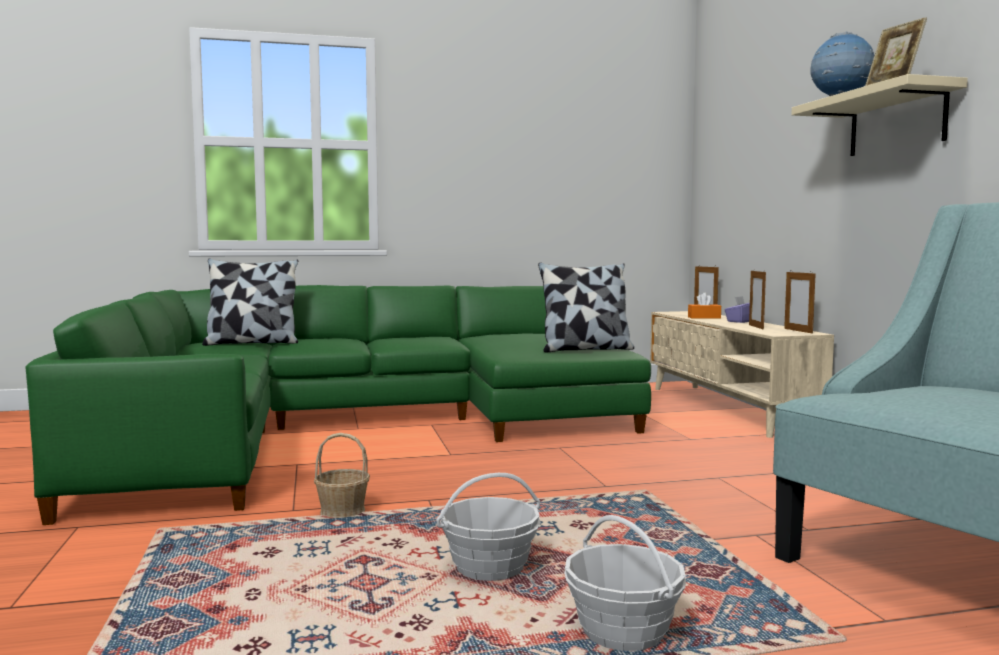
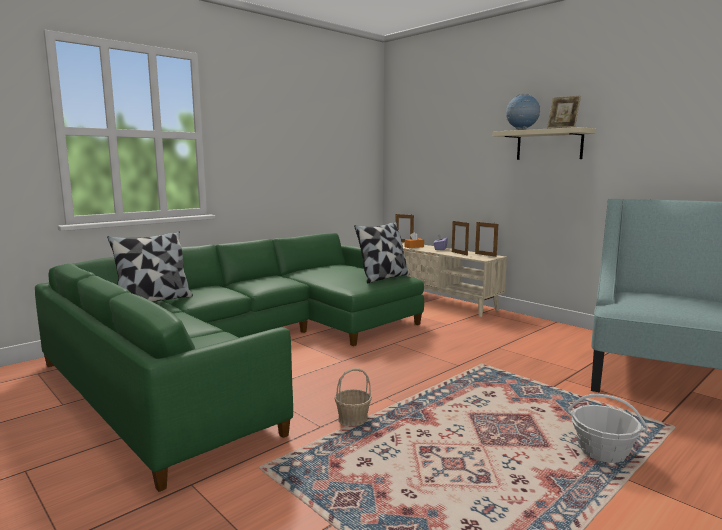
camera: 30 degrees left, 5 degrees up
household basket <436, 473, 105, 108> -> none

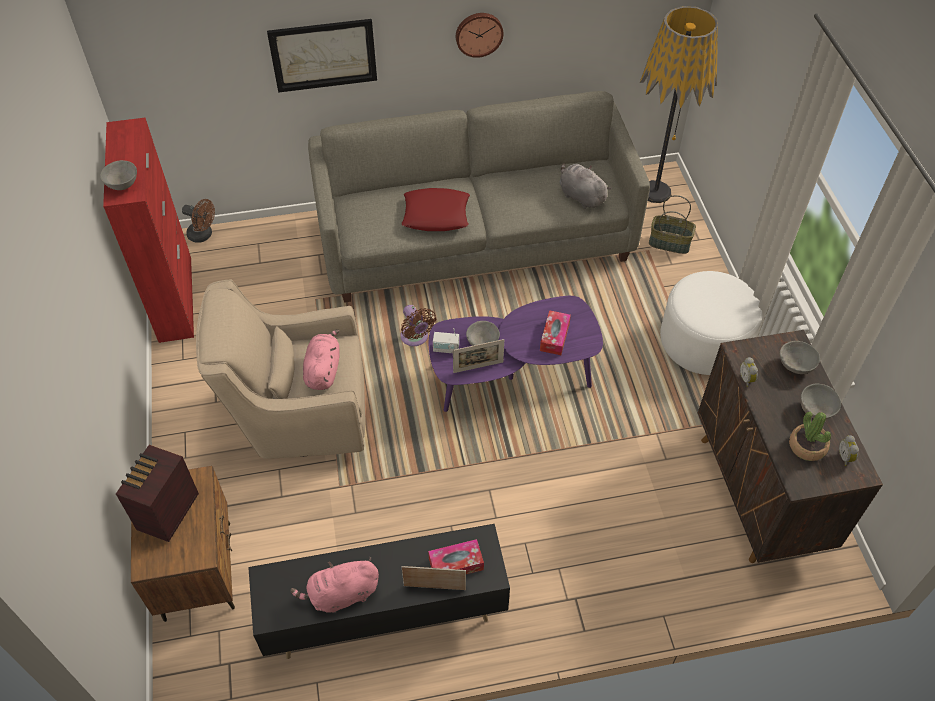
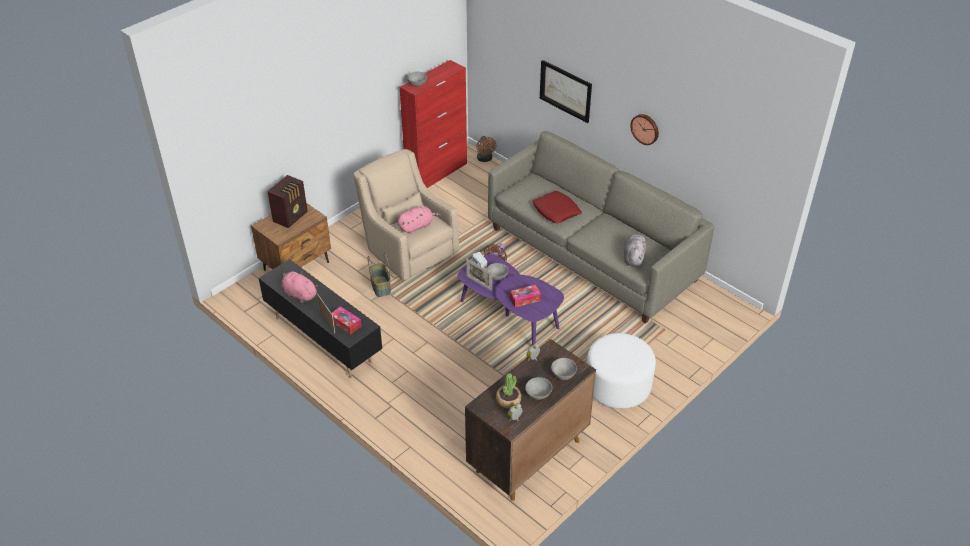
camera: 55 degrees right, 10 degrees down
standard lamp <640, 6, 78, 197> -> none
household basket <649, 195, 47, 59> -> household basket <368, 253, 23, 44>, move
radio receiver <116, 445, 83, 97> -> radio receiver <267, 175, 41, 53>, 135 degrees clockwise

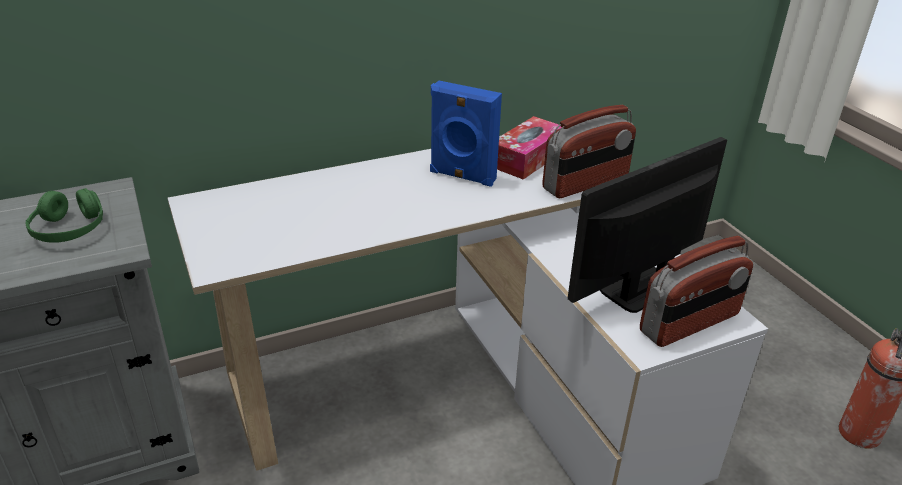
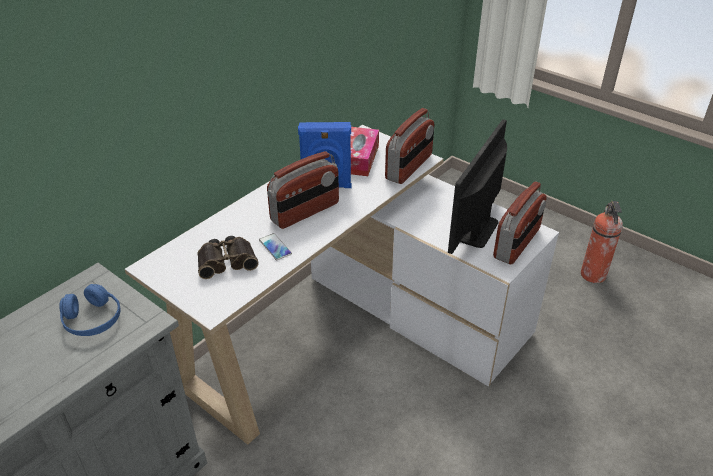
camera: 25 degrees left, 5 degrees up
none -> binoculars <197, 236, 62, 43>
none -> telephone <259, 233, 33, 27>
none -> radio receiver <267, 151, 72, 78>
green headphones <25, 188, 78, 55> -> bluish headphones <59, 284, 61, 52>

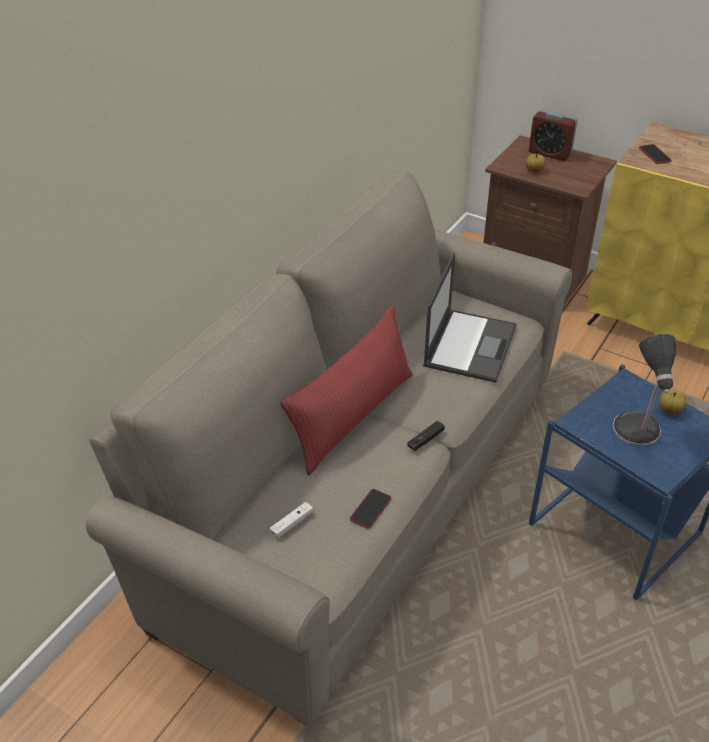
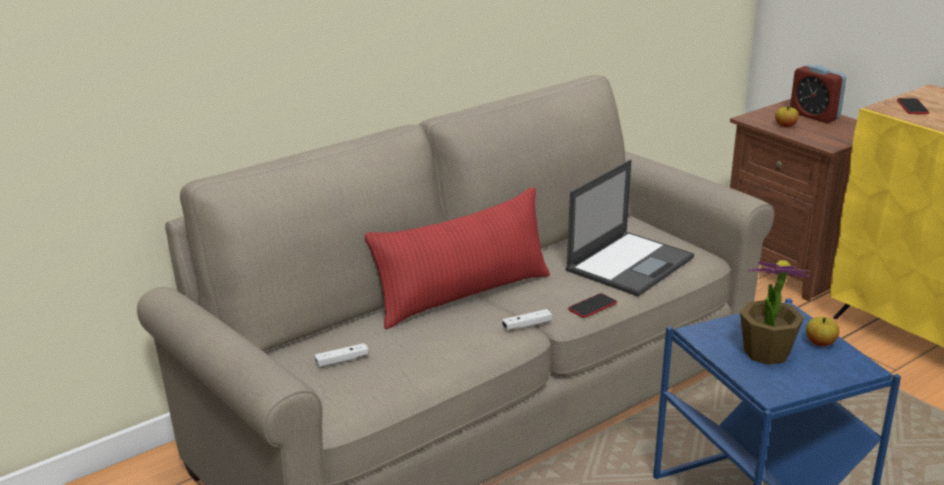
camera: 20 degrees right, 15 degrees down
telephone <350, 489, 41, 40> -> telephone <568, 293, 49, 25>, move
tabletop lamp <612, 334, 64, 112> -> plant in a pot <740, 260, 70, 105>
black-coloured joypad <407, 421, 38, 30> -> whitish joypad <502, 309, 50, 21>

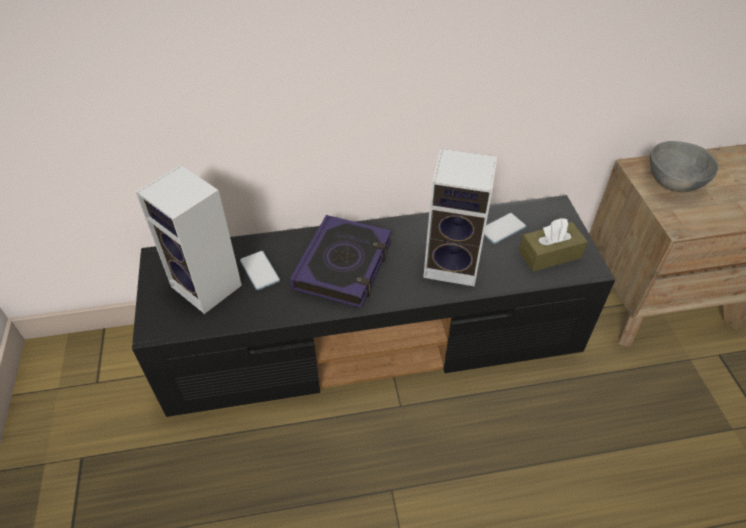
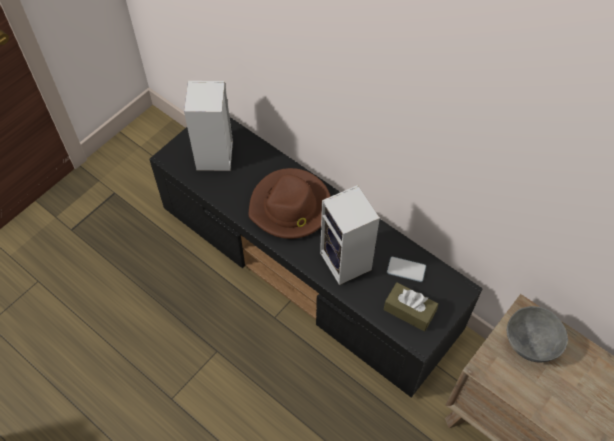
camera: 50 degrees right, 10 degrees up
telephone <240, 251, 40, 39> -> none
volume <291, 215, 101, 93> -> brownish wearable hat <248, 168, 83, 71>

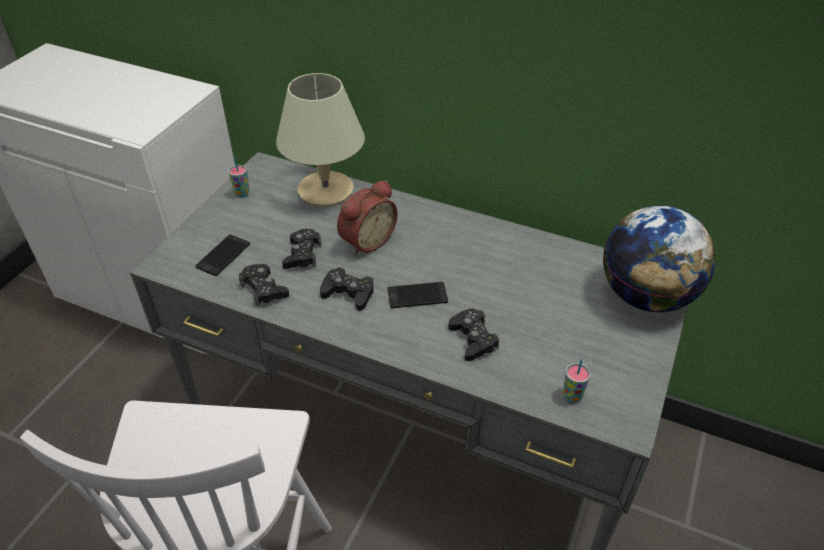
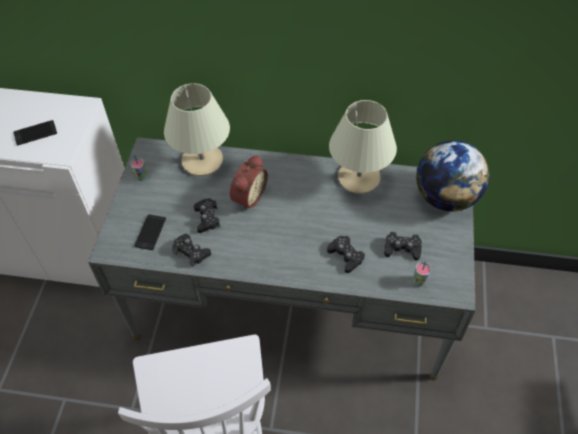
camera: 15 degrees left, 10 degrees up
none -> beige-coloured tabletop lamp <329, 100, 68, 94>
black-coloured joypad <320, 267, 54, 44> -> black-coloured joypad <384, 232, 38, 29>, move
telephone <388, 282, 60, 26> -> telephone <14, 120, 43, 26>, move

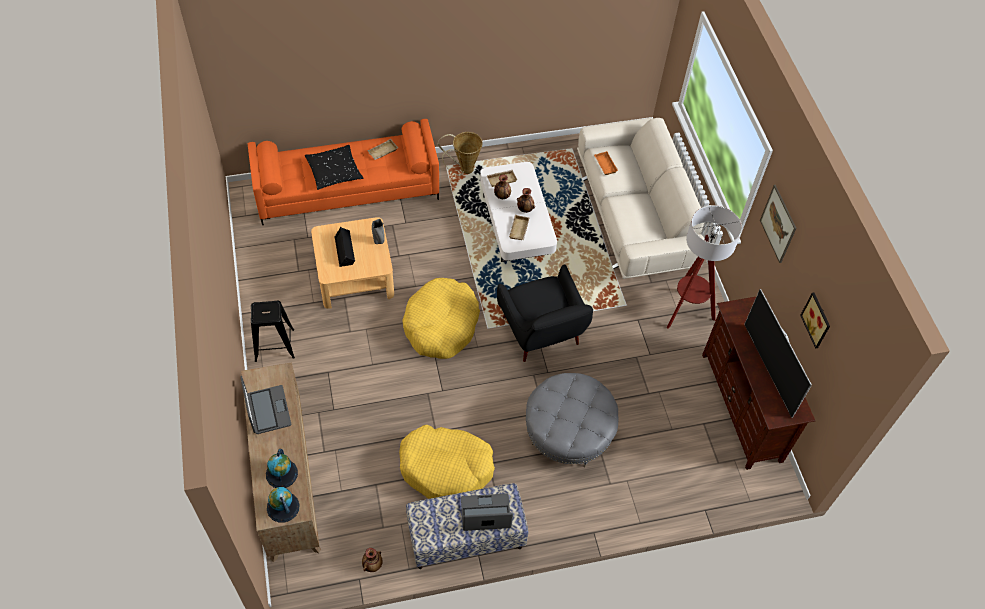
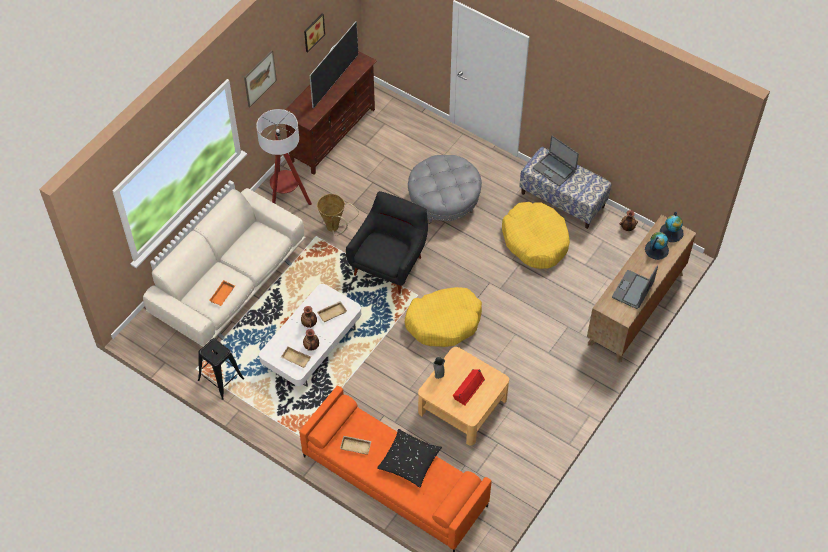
camera: 130 degrees left, 0 degrees up
black-coloured stool <251, 301, 44, 61> -> black-coloured stool <198, 338, 46, 62>, move
household basket <438, 132, 45, 44> -> household basket <317, 194, 42, 42>, move
black-coloured loudspeaker <334, 227, 21, 40> -> reddish loudspeaker <452, 369, 33, 37>

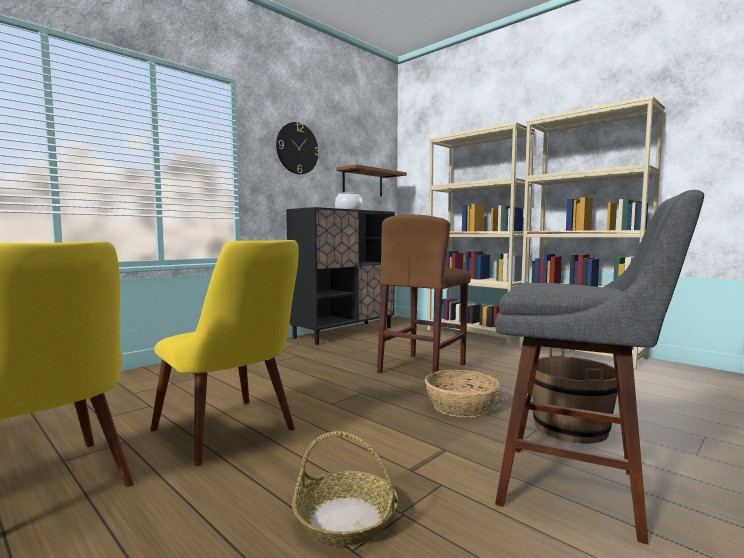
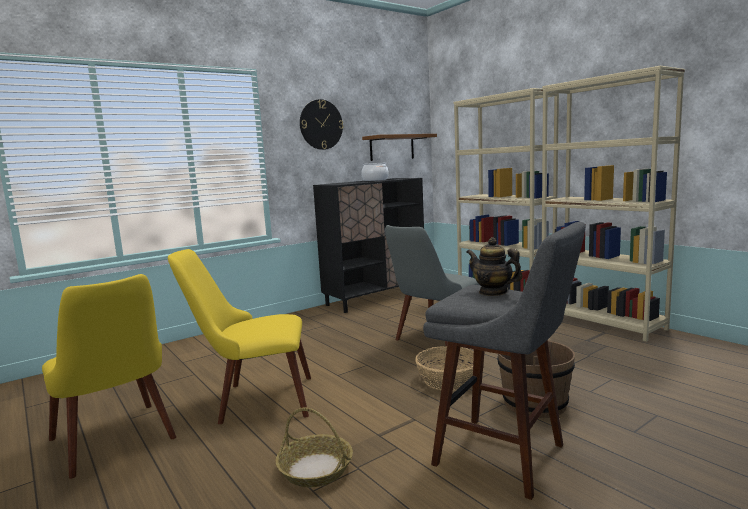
camera: 10 degrees right, 5 degrees up
none -> teapot <466, 237, 57, 59>
brownish stool <377, 214, 94, 169> -> greyish upright chair <385, 225, 95, 121>
yellow upright chair <150, 240, 149, 226> -> yellow upright chair <168, 249, 143, 175>, 120 degrees clockwise

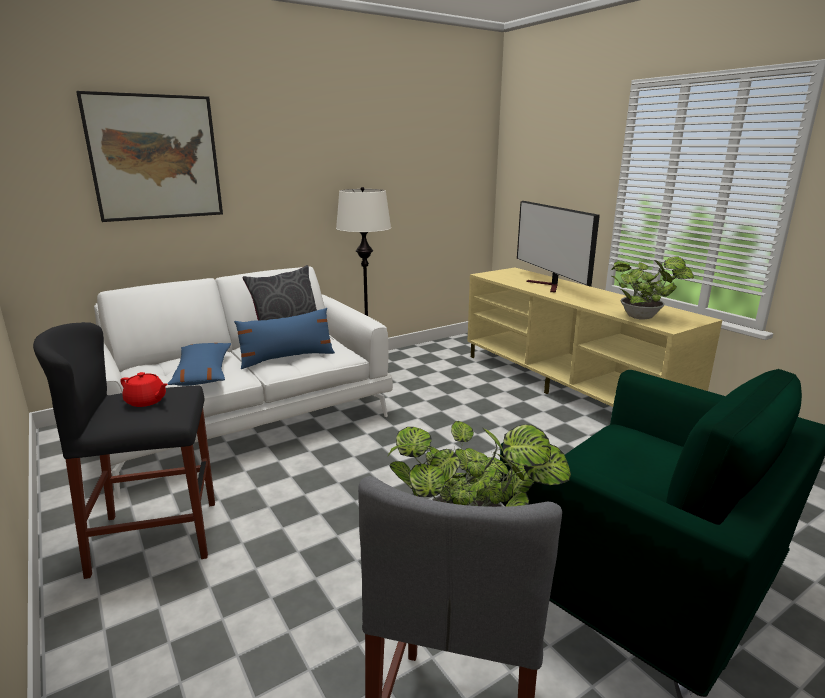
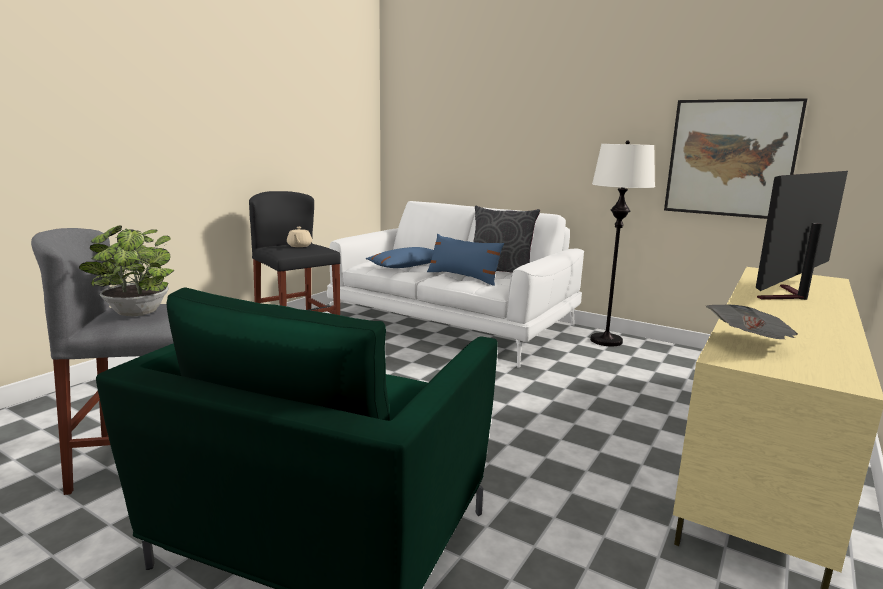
camera: 65 degrees right, 5 degrees down
wall picture <76, 91, 147, 131> -> wall picture <664, 98, 143, 121>, move
plant in a pot <611, 256, 83, 64> -> newspaper <706, 304, 92, 35>
reddish teapot <120, 372, 48, 35> -> beige-coloured teapot <287, 227, 25, 20>

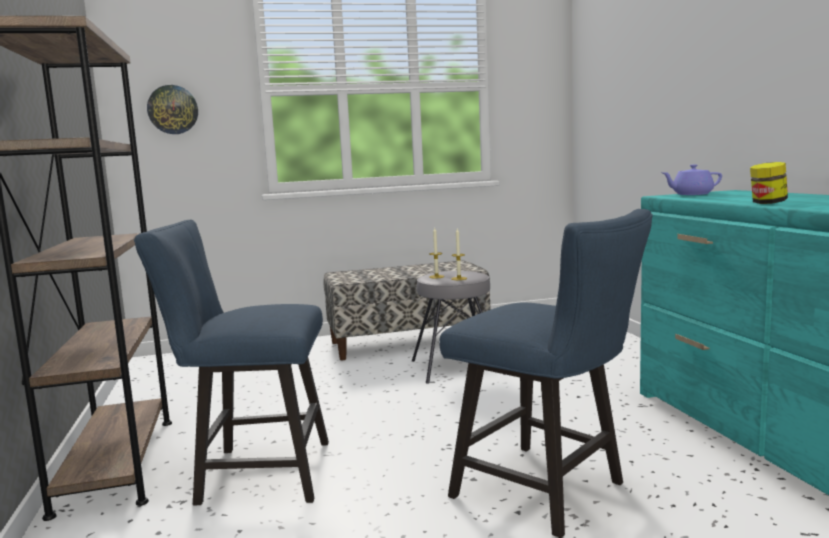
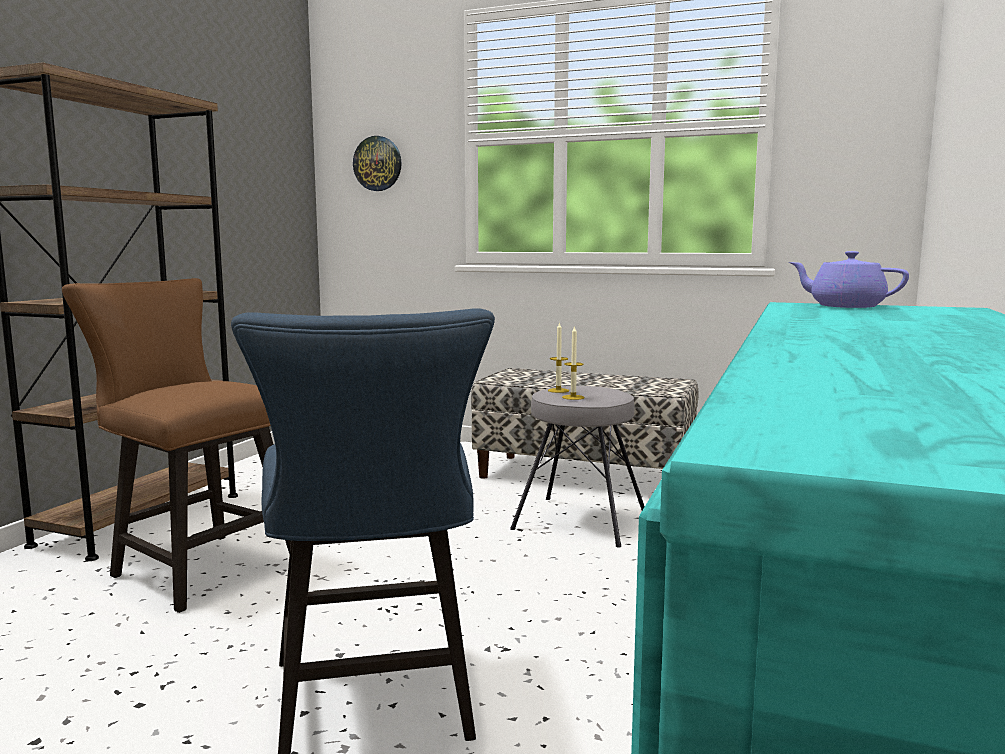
camera: 35 degrees right, 0 degrees up
storage jar <750, 162, 38, 42> -> none
bluish upright chair <134, 220, 195, 285> -> brownish upright chair <62, 278, 229, 335>

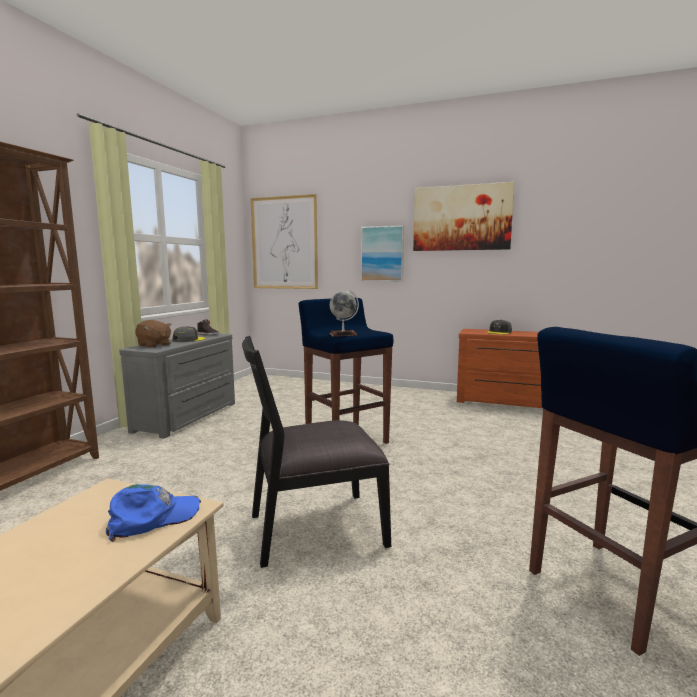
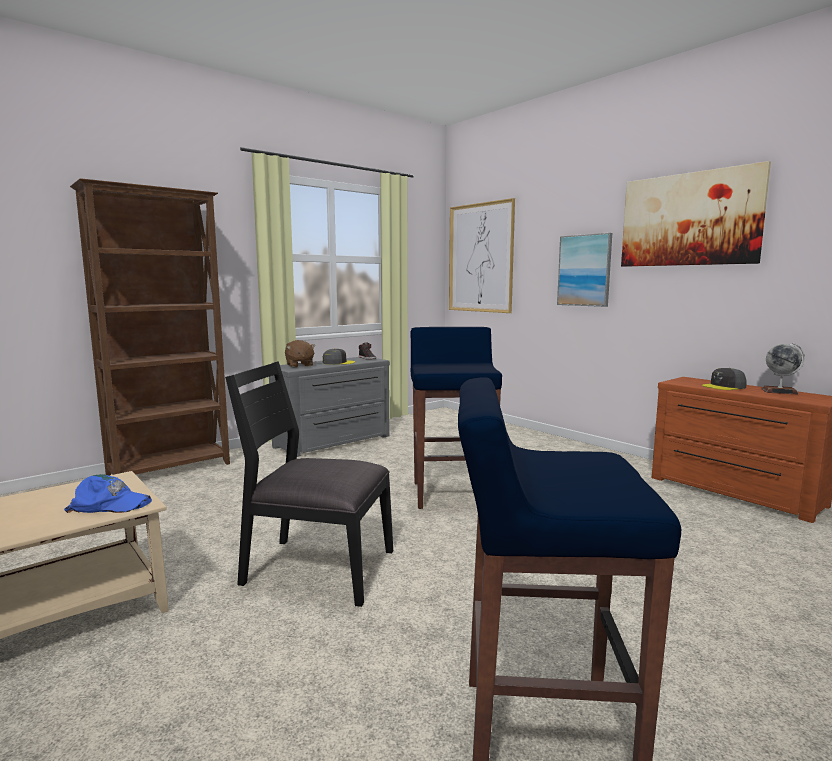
camera: 30 degrees right, 0 degrees up
globe <330, 290, 29, 47> -> globe <762, 343, 43, 52>, move

